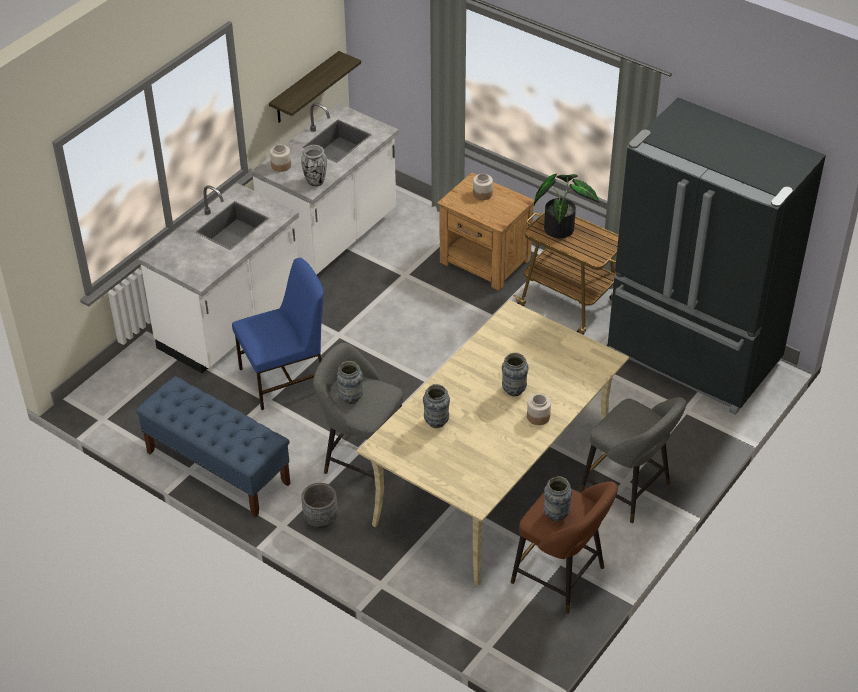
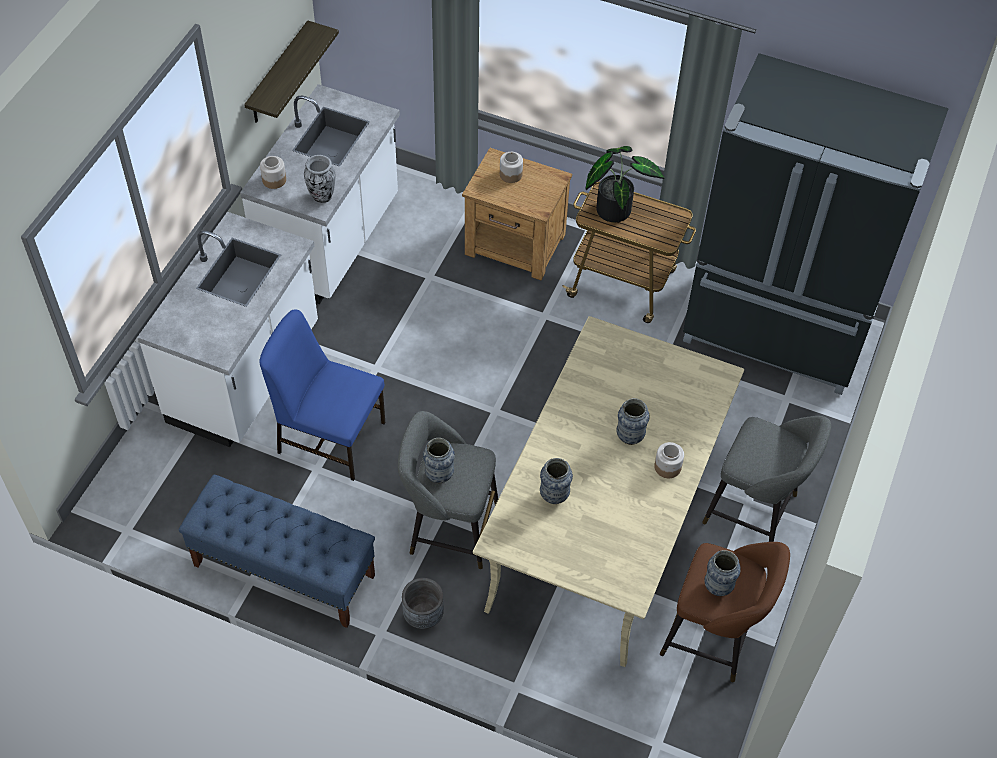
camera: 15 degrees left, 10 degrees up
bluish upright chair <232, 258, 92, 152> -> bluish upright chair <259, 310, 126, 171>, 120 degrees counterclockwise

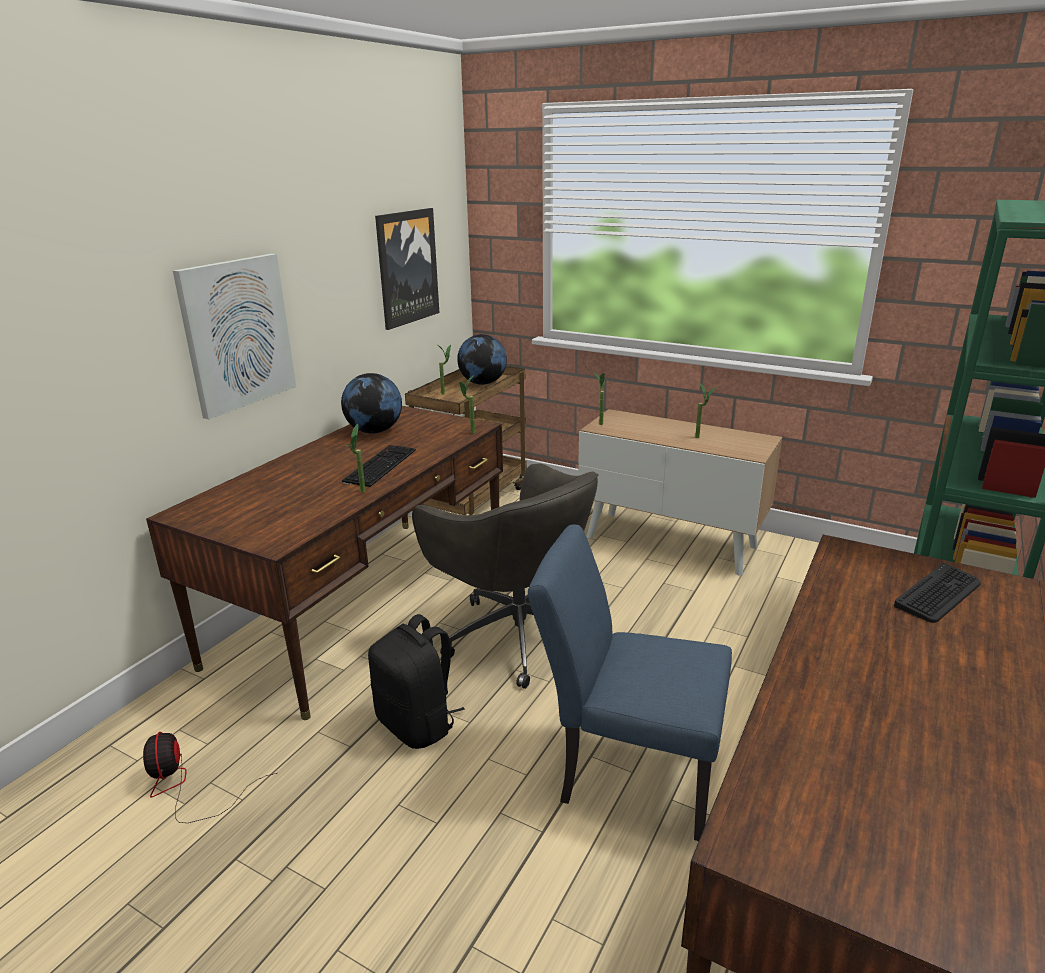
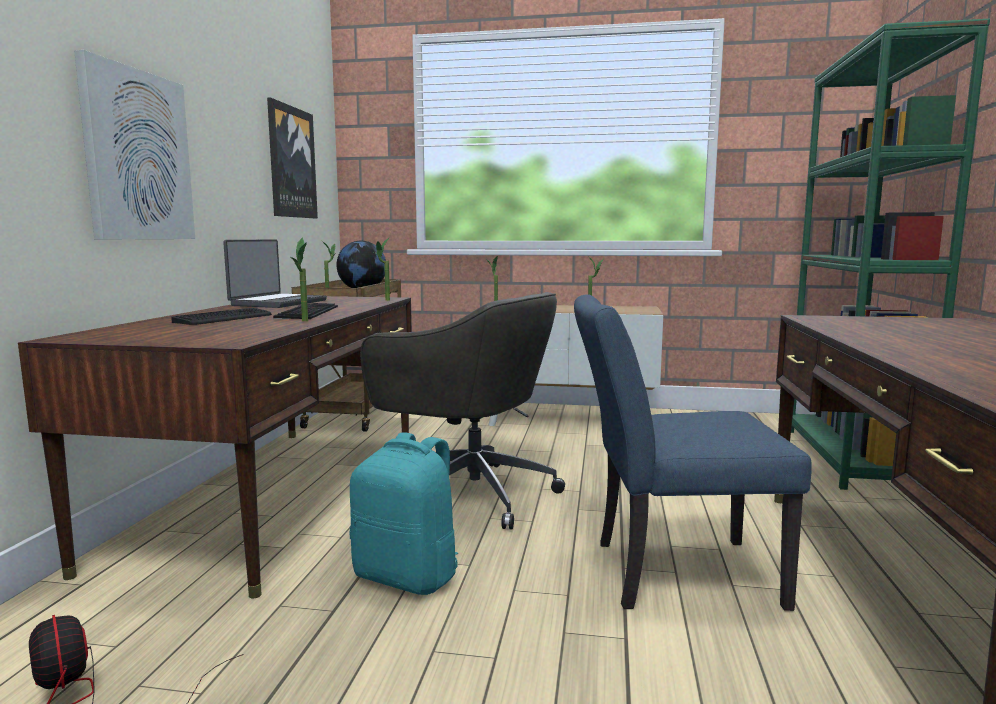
camera: 20 degrees left, 15 degrees down
keyboard <894, 563, 87, 60> -> keyboard <171, 308, 101, 17>, move
globe <341, 373, 61, 61> -> portable computer <223, 240, 104, 68>
black-coloured rucksack <368, 614, 97, 135> -> turquoise rucksack <349, 432, 109, 163>

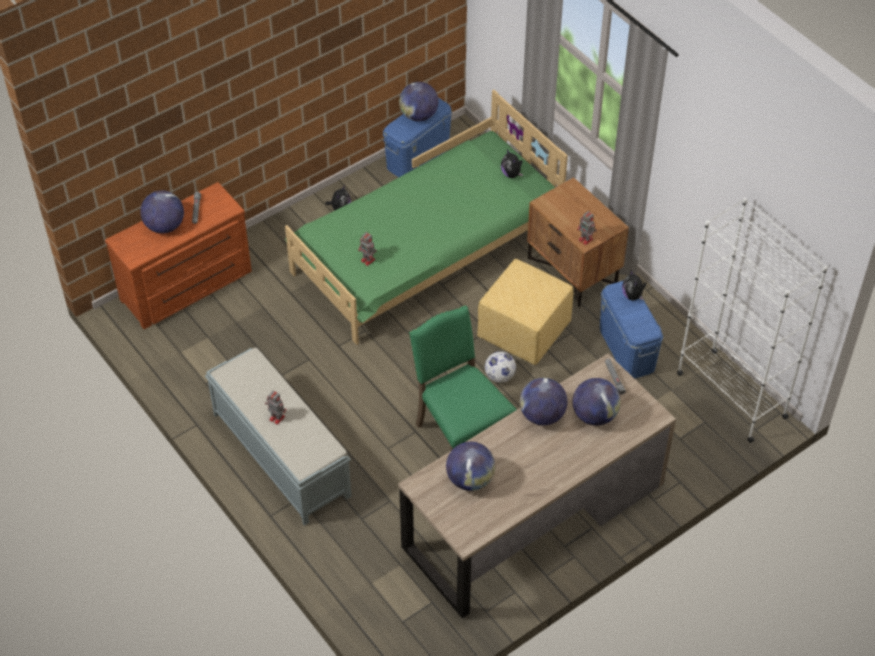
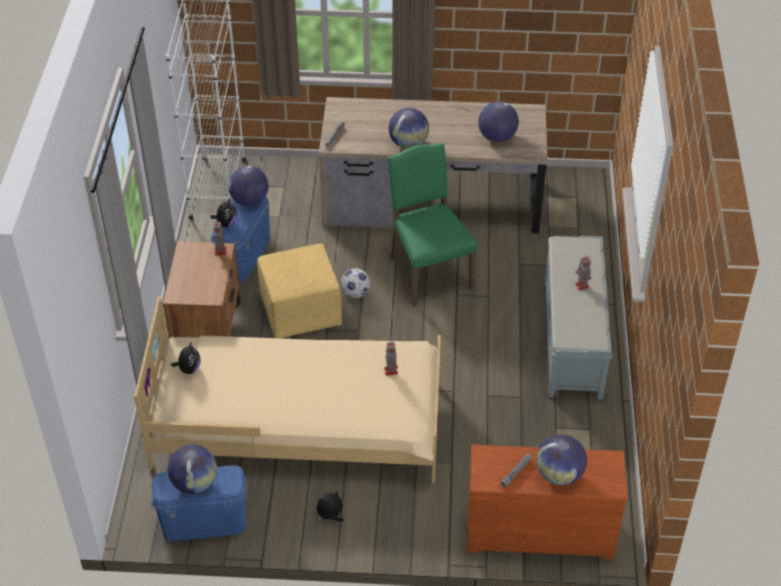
camera: 140 degrees left, 5 degrees down
globe <573, 378, 47, 48> -> globe <228, 166, 41, 40>, move
green bedroom bed <285, 90, 283, 255> -> beige-coloured bedroom bed <134, 297, 307, 186>
green upright chair <409, 305, 108, 146> -> green upright chair <387, 143, 90, 164>, 150 degrees clockwise

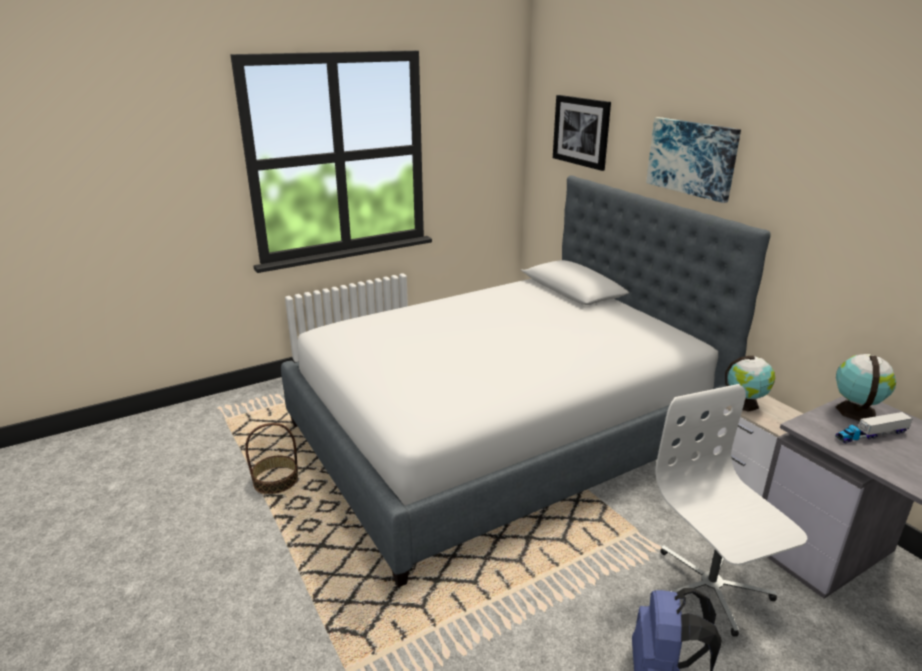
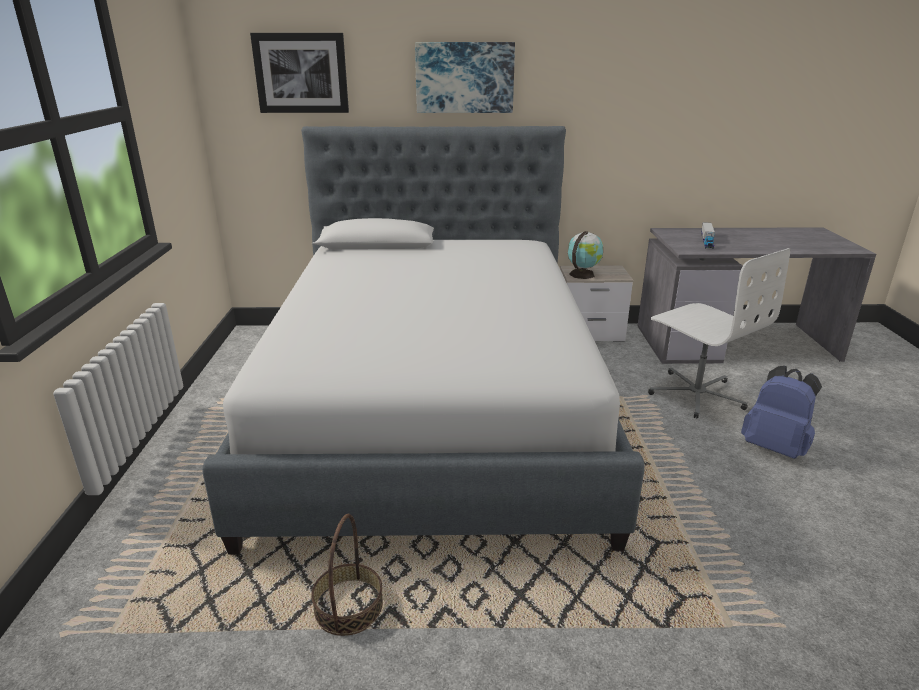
camera: 60 degrees left, 0 degrees up
globe <836, 354, 60, 67> -> none
whitish desk chair <655, 384, 152, 253> -> whitish desk chair <648, 248, 142, 171>, 135 degrees counterclockwise

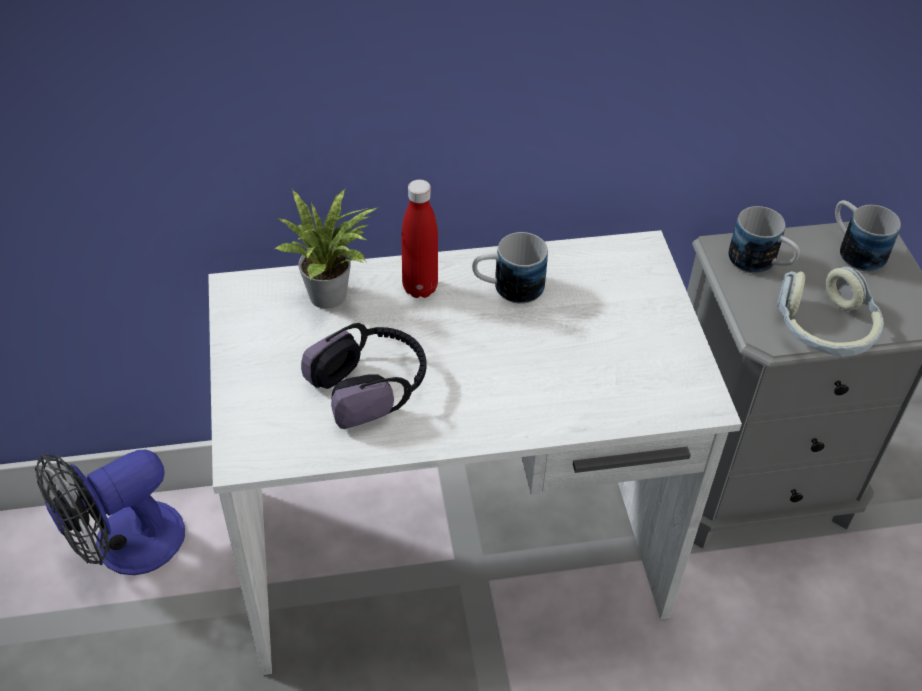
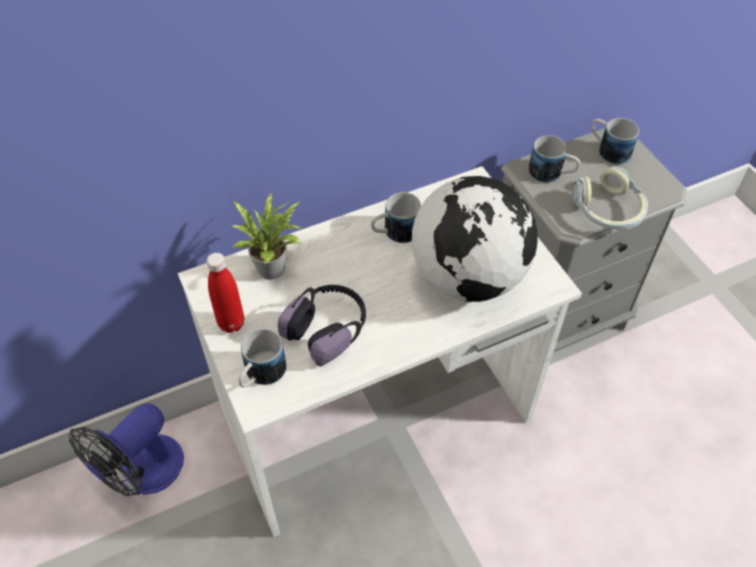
camera: 15 degrees left, 5 degrees up
none -> mug <238, 329, 48, 59>
none -> globe <412, 176, 126, 126>
reddish beverage bottle <401, 180, 37, 118> -> reddish beverage bottle <206, 253, 38, 80>, move

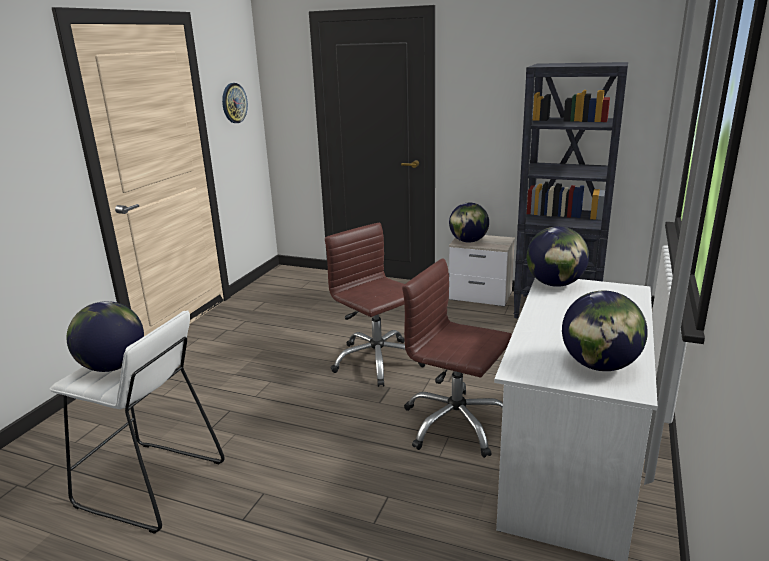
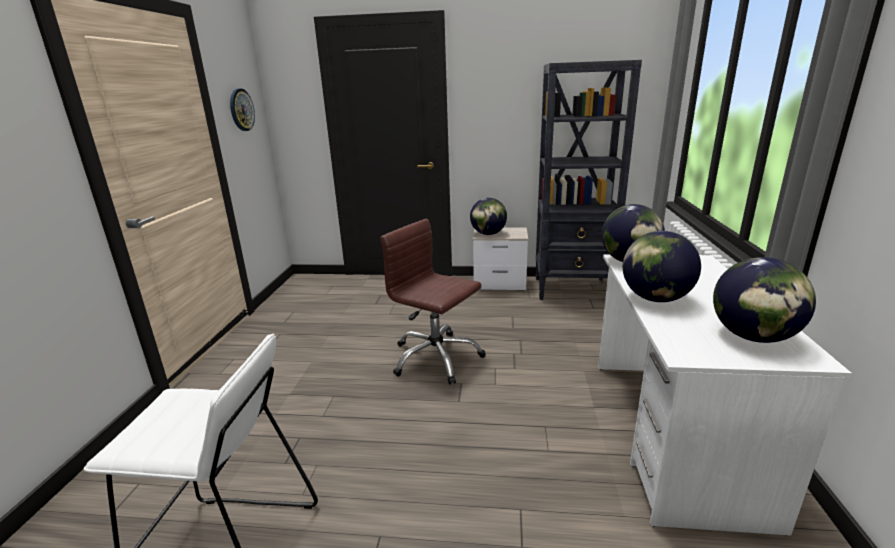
camera: 15 degrees left, 0 degrees up
brownish desk chair <402, 258, 110, 200> -> none
globe <66, 301, 78, 71> -> globe <623, 231, 78, 71>, move

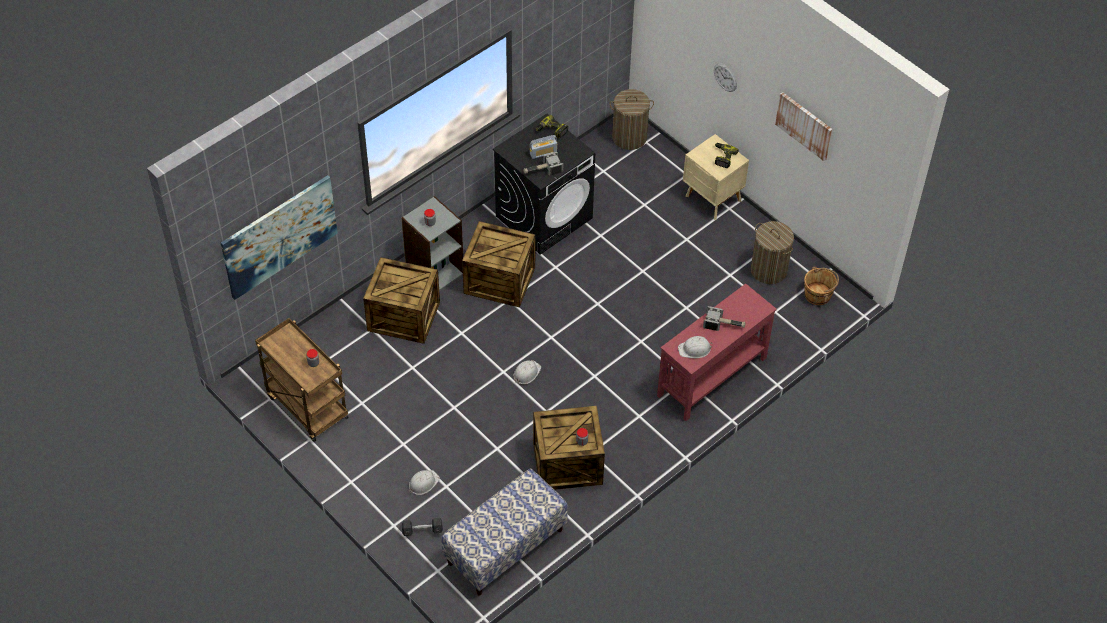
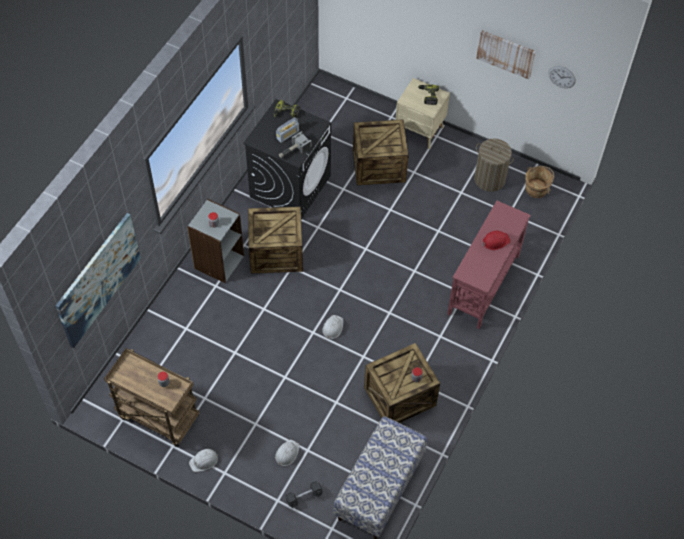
camera: 20 degrees left, 5 degrees up
laundry basket <610, 89, 44, 61> -> none
packing crate <363, 257, 77, 87> -> packing crate <353, 119, 56, 66>, move
whitish work helmet <678, 336, 34, 22> -> whitish work helmet <189, 449, 29, 23>, move
clock on the wall <714, 63, 23, 29> -> clock on the wall <548, 66, 28, 22>, move
tool hammer <703, 306, 43, 25> -> reddish work helmet <482, 231, 29, 19>

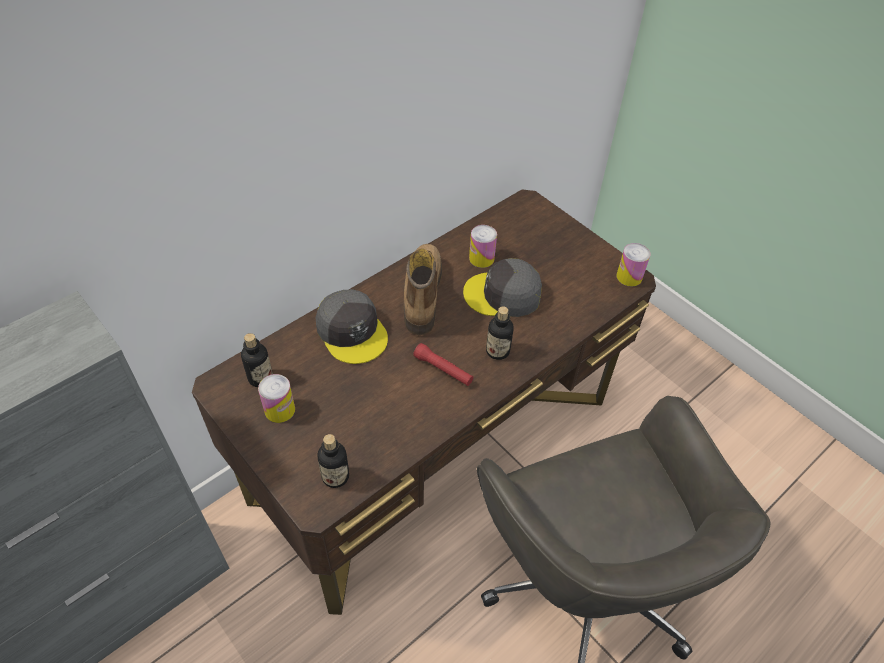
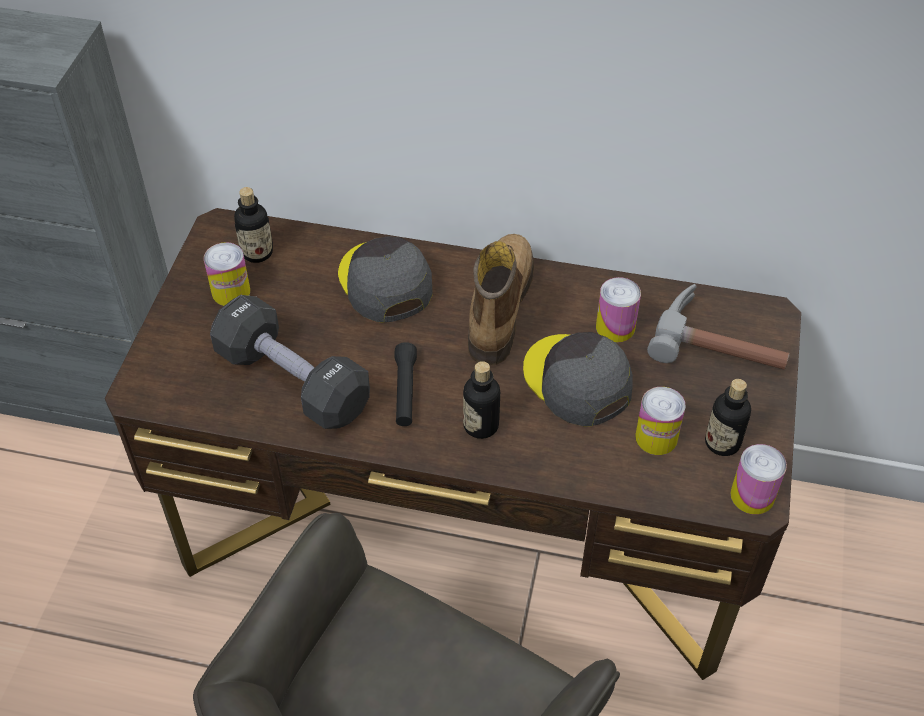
camera: 55 degrees right, 0 degrees up
none -> black-coloured hand weight <210, 295, 160, 134>
none -> metal can <635, 387, 51, 68>
none -> tool hammer <647, 284, 143, 86>
beverage bottle <318, 434, 31, 54> -> beverage bottle <705, 379, 46, 77>, move
reddish torch <413, 343, 60, 43> -> black-coloured torch <394, 342, 23, 84>
greyish baseball cap <316, 289, 72, 75> -> greyish baseball cap <338, 236, 95, 87>, 135 degrees clockwise
boot <404, 244, 38, 91> -> boot <468, 234, 66, 131>, 45 degrees counterclockwise

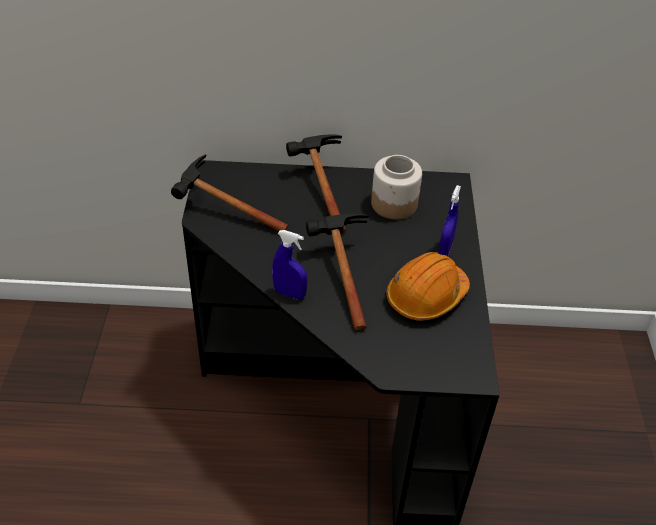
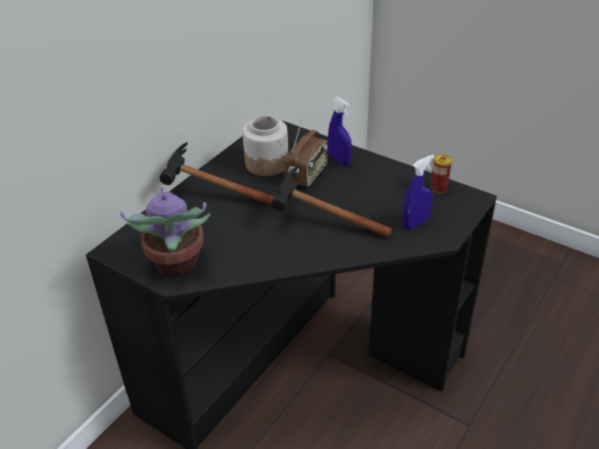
camera: 55 degrees left, 5 degrees down
orangey work helmet <386, 252, 84, 69> -> none
none -> radio receiver <284, 120, 44, 67>
none -> metal can <430, 154, 22, 40>
bluish sprayer <272, 230, 36, 70> -> bluish sprayer <403, 155, 31, 74>, move
tool hammer <171, 154, 117, 78> -> plant in a pot <120, 188, 90, 88>

